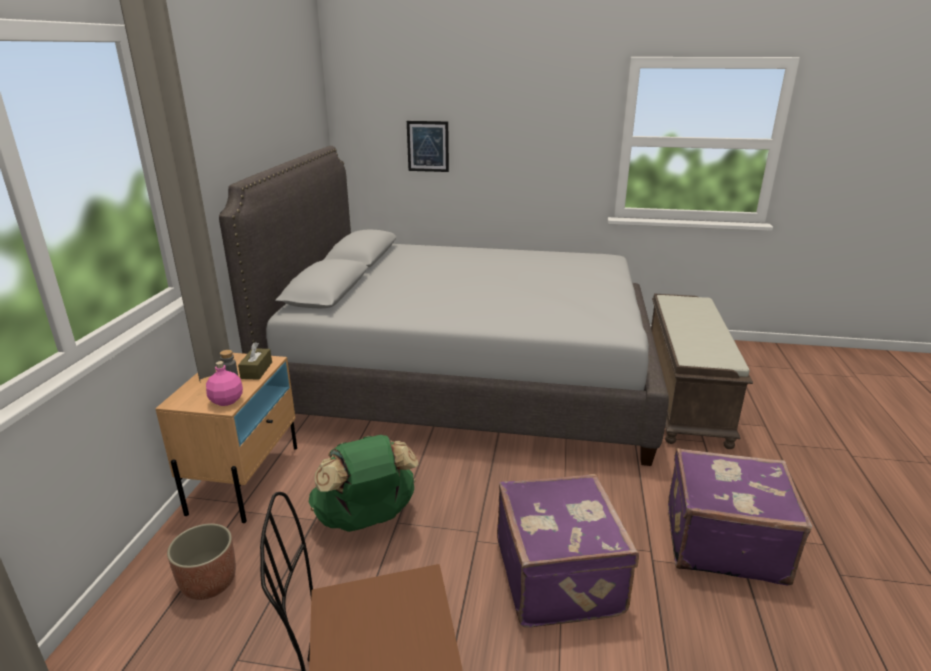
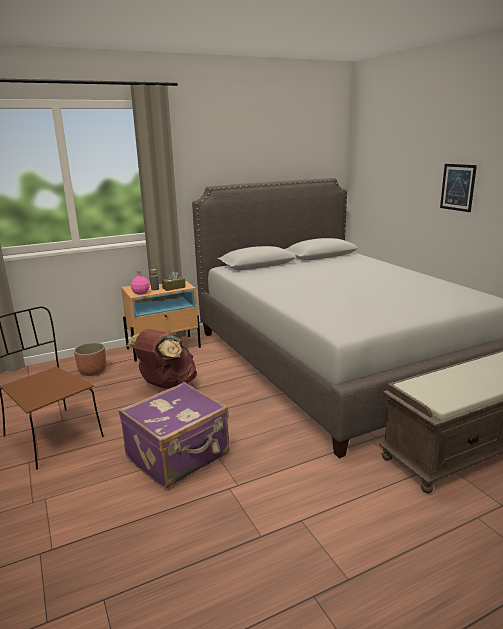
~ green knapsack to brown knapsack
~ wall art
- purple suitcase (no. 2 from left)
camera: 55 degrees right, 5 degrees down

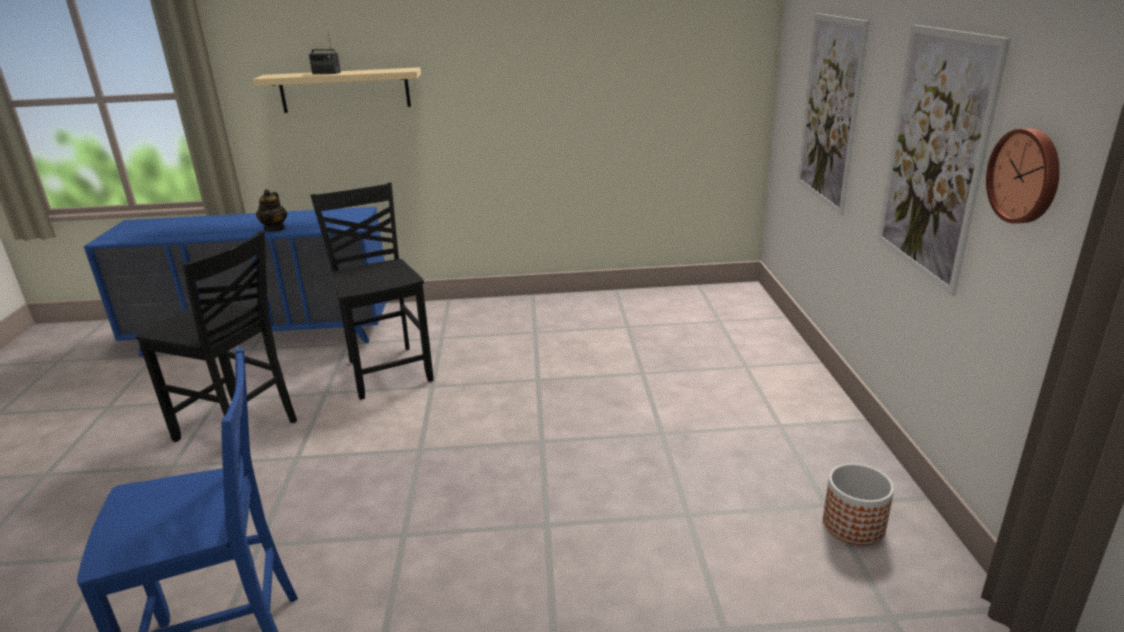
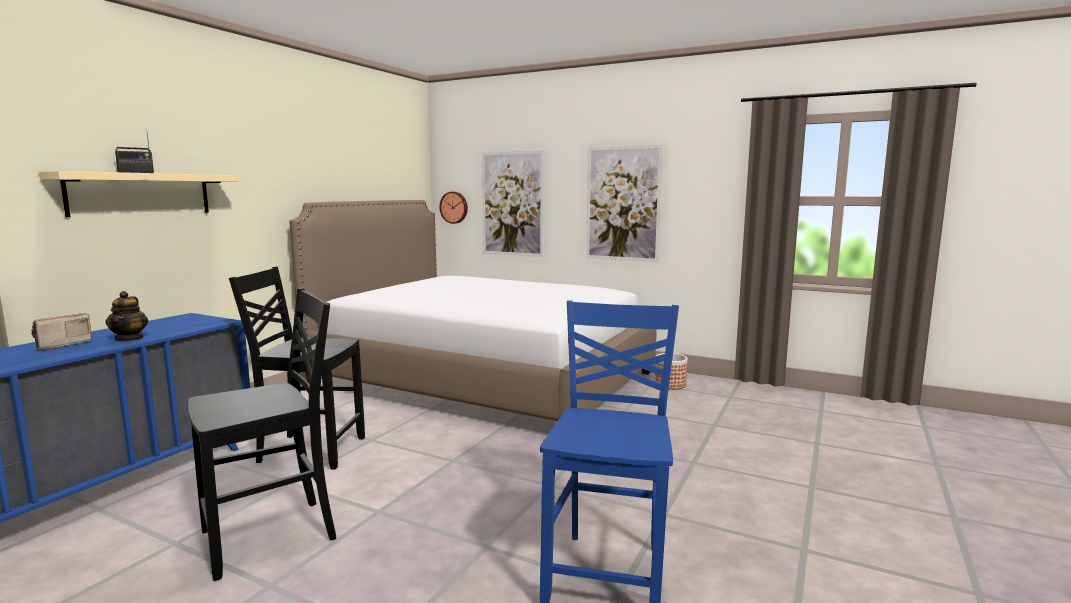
~ tea pot 45 degrees clockwise
~ wall clock
+ radio receiver (no. 1 from left)
+ sleeping bed
camera: 60 degrees left, 15 degrees down

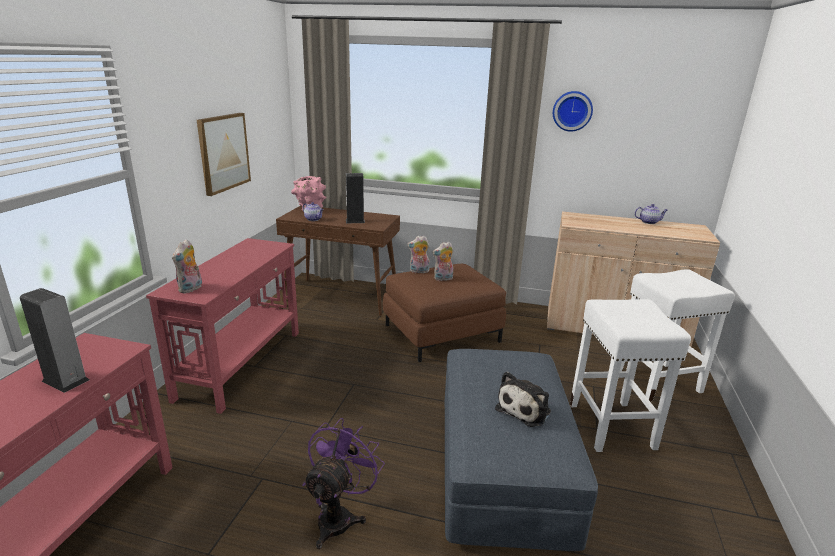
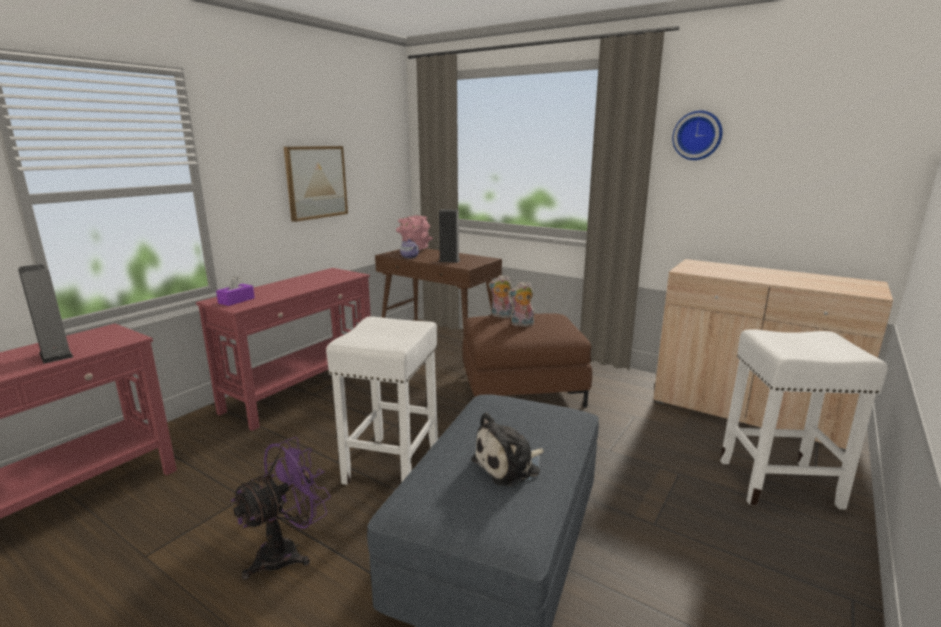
~ plush toy (no. 1 from left) to purple box of tissues
~ whitish stool seat (no. 1 from left)
- tea pot (no. 2 from left)
camera: 20 degrees right, 5 degrees down

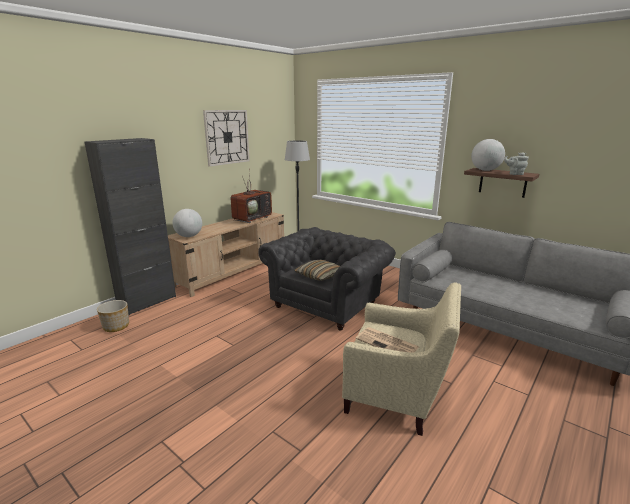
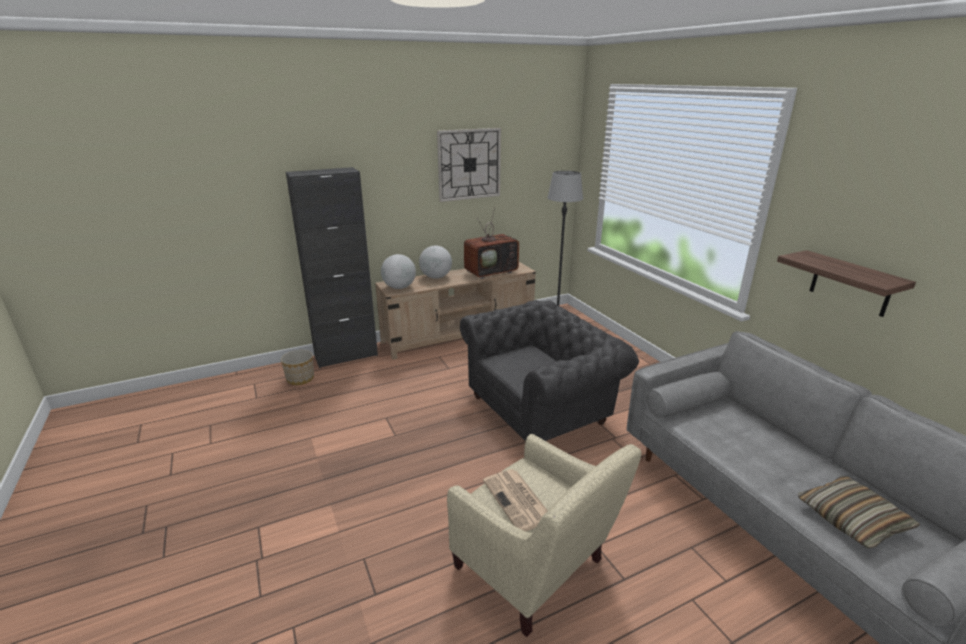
~ pillow
~ desk globe (no. 2 from left)
- gray tea pot
camera: 25 degrees right, 5 degrees up

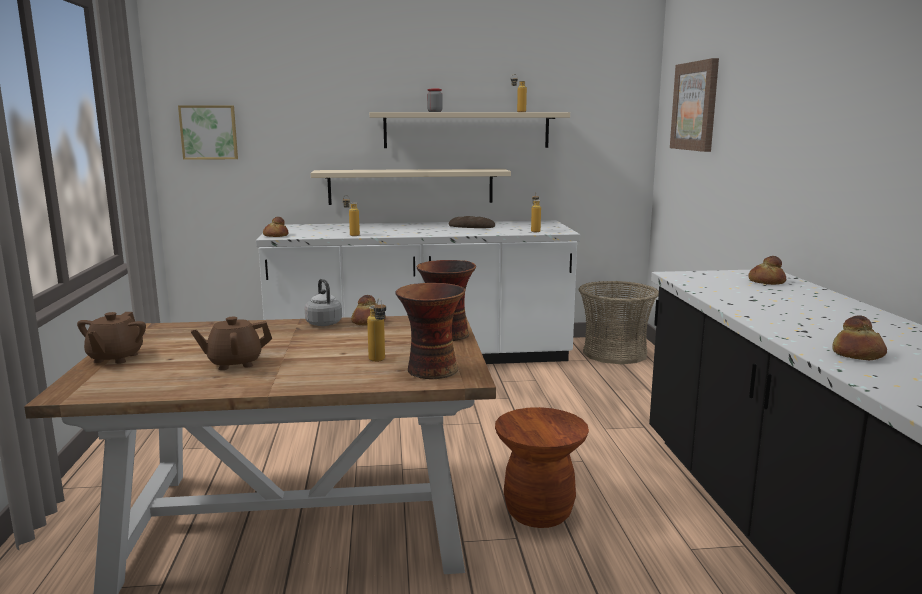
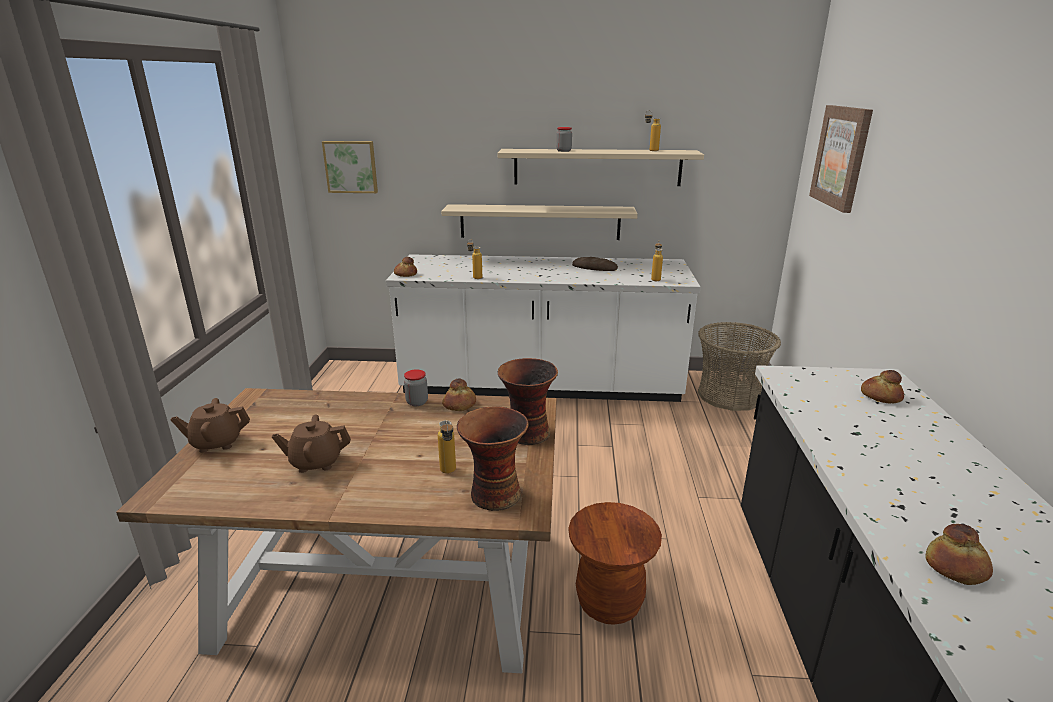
~ brown tea pot (no. 1 from left) 60 degrees clockwise
~ gray water kettle to preserve jar (no. 1 from left)
camera: 10 degrees right, 10 degrees up

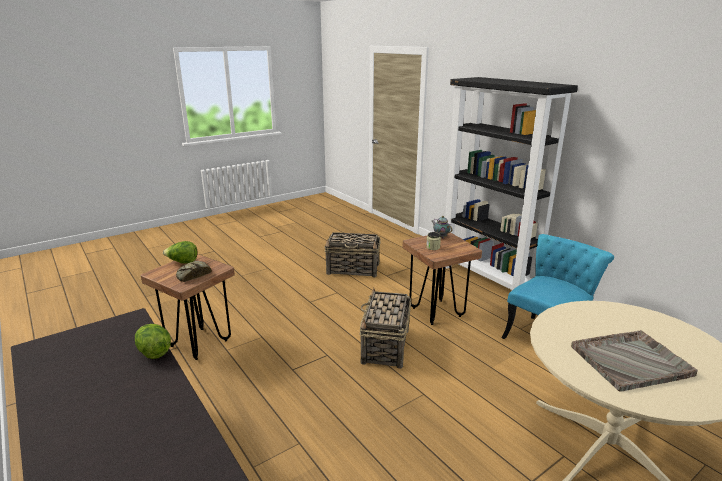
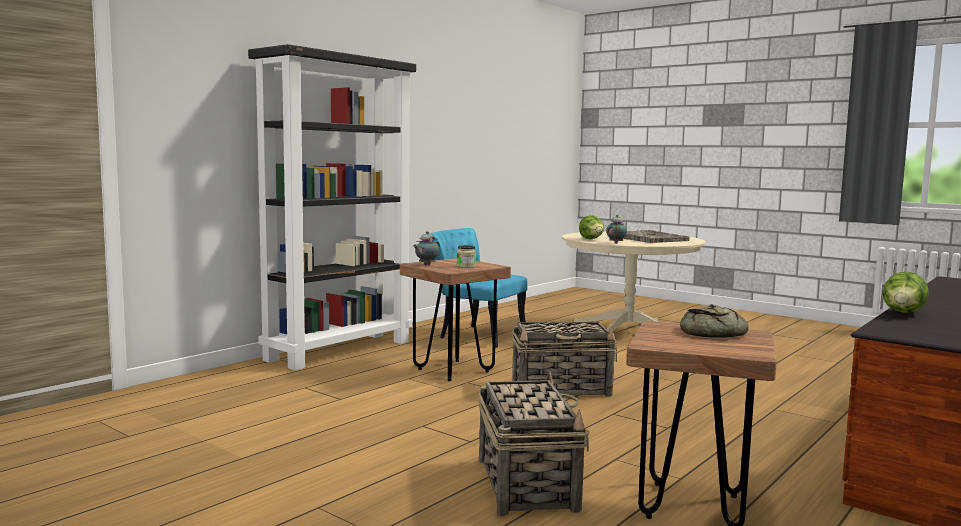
~ lettuce head (no. 2 from left in the first image) to lettuce head (no. 1 from left)
~ household basket (no. 1 from left)
+ tea pot (no. 2 from left)
camera: 105 degrees left, 15 degrees down

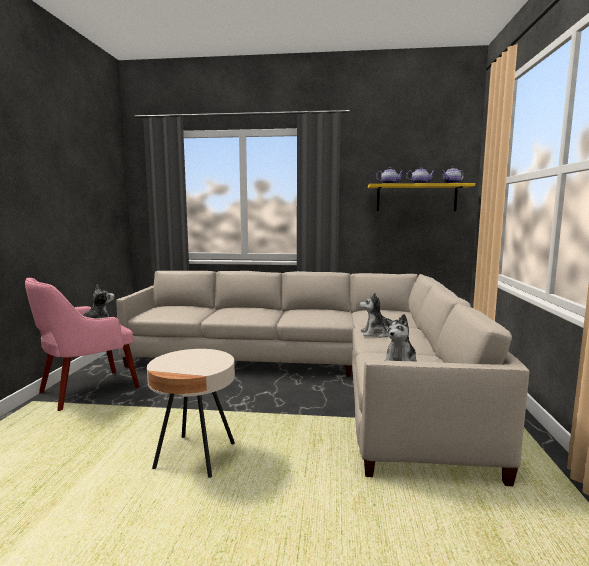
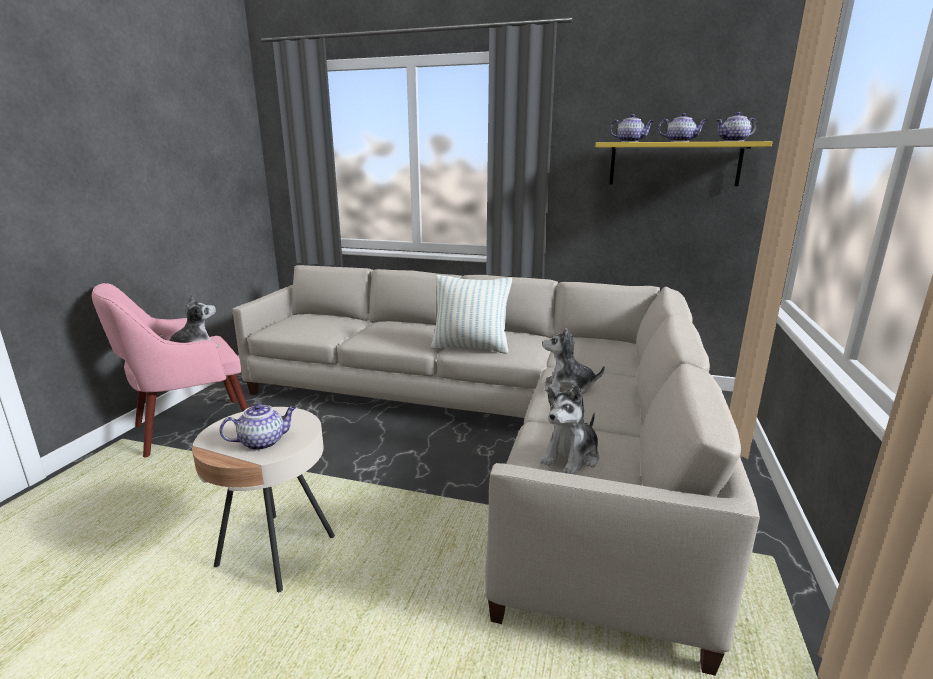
+ tea pot (no. 1 from left)
+ pillow
camera: 10 degrees right, 10 degrees up

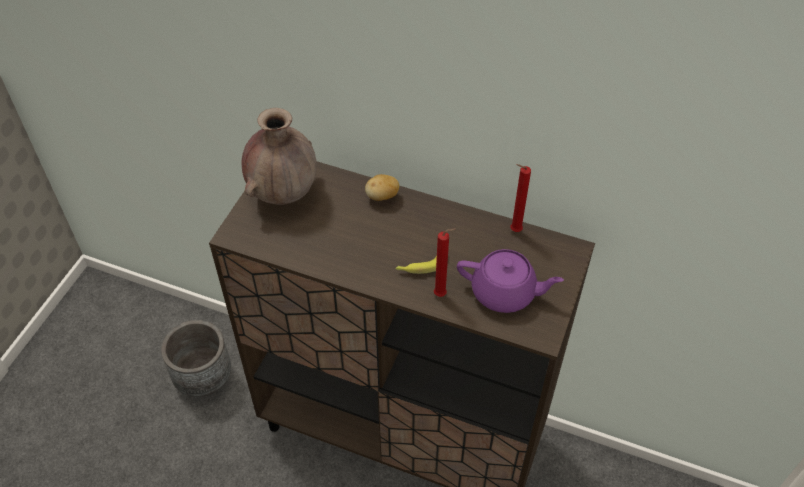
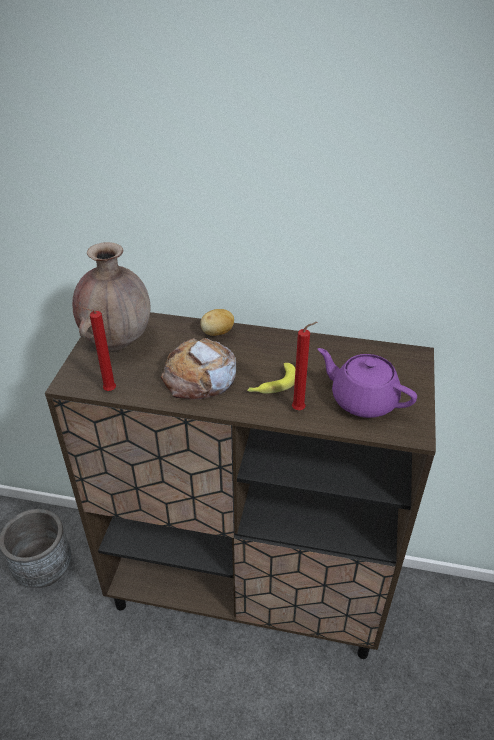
~ purple tea pot 150 degrees counterclockwise
~ red candle (no. 2 from left in the first image) to red candle (no. 1 from left)
+ baked bread
camera: 10 degrees left, 10 degrees down

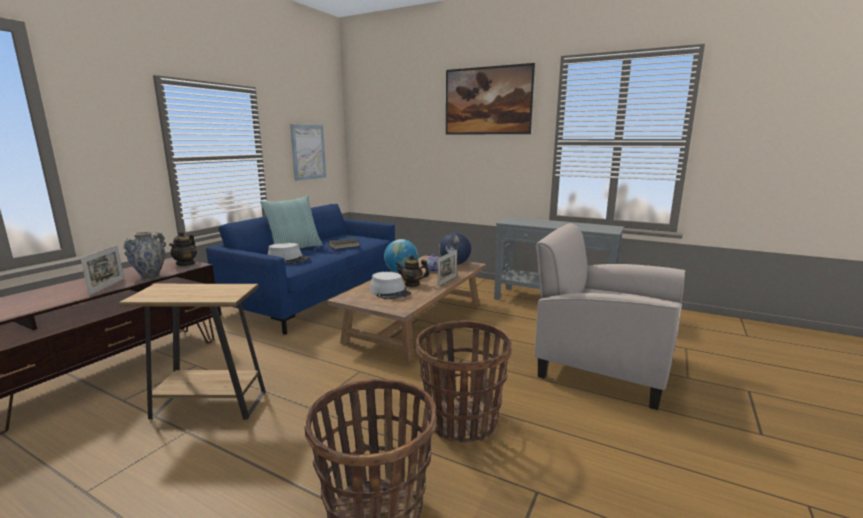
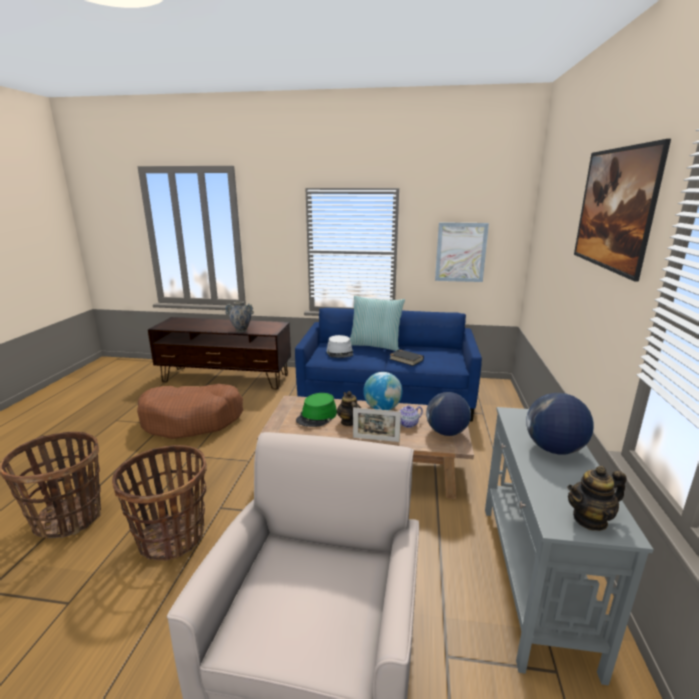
- standing frame (no. 1 from left)
~ brown end table to brown pet bed
~ tea pot (no. 1 from left in the first image) to tea pot (no. 3 from left)
~ gray hat (no. 2 from left) to green hat
+ desk globe (no. 3 from left)
camera: 70 degrees right, 5 degrees up

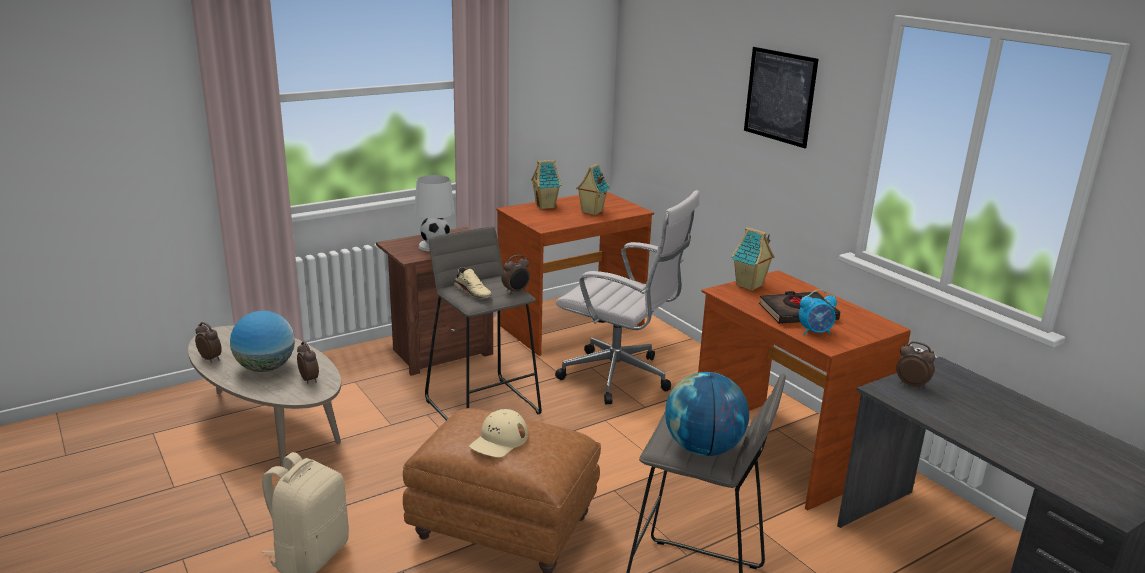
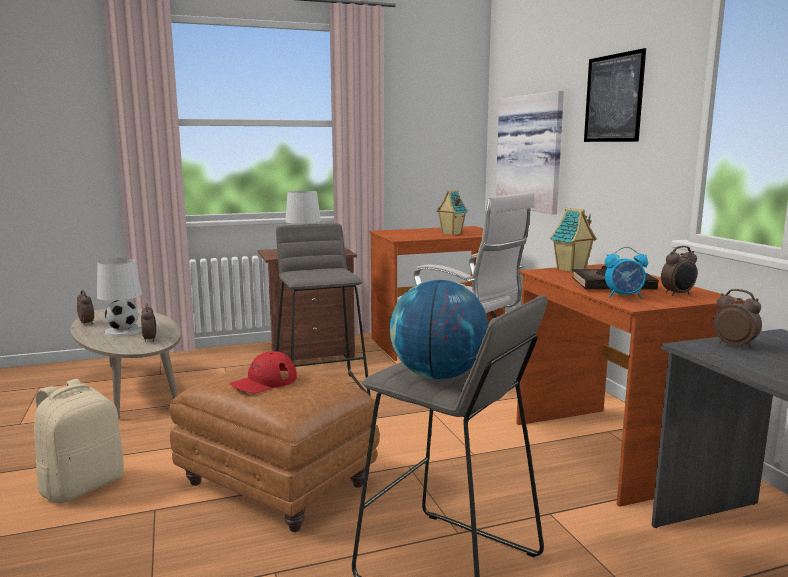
~ desk globe (no. 1 from left) to whitish tabletop lamp (no. 1 from left)
- beige-coloured low shoe
~ beige-coloured cap to red cap
~ bedside clock (no. 3 from left in the first image) to bedside clock (no. 4 from left)
- toy house (no. 1 from left)
+ wall art (no. 1 from left)
camera: 15 degrees right, 10 degrees down

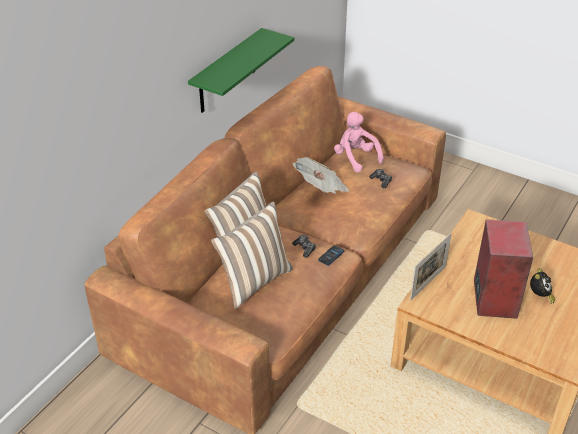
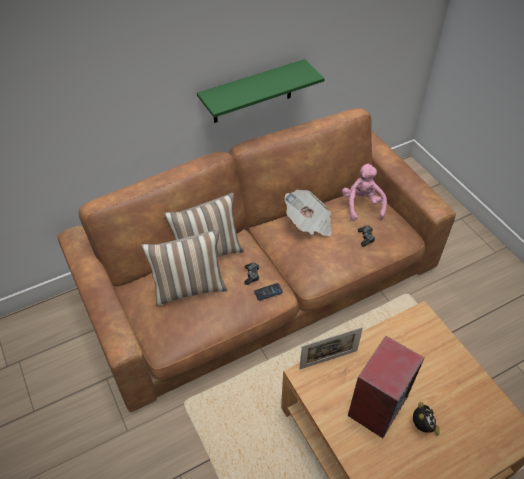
~ bedside clock 45 degrees counterclockwise
camera: 30 degrees right, 10 degrees up

